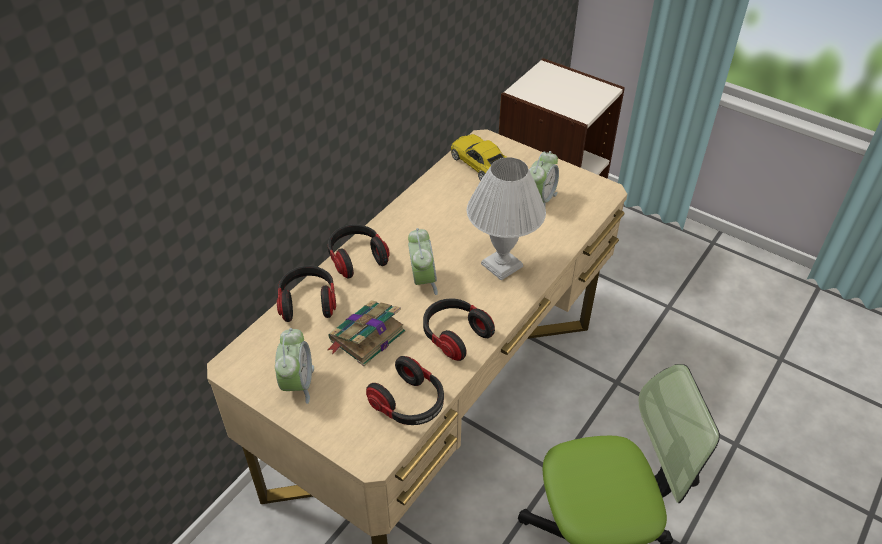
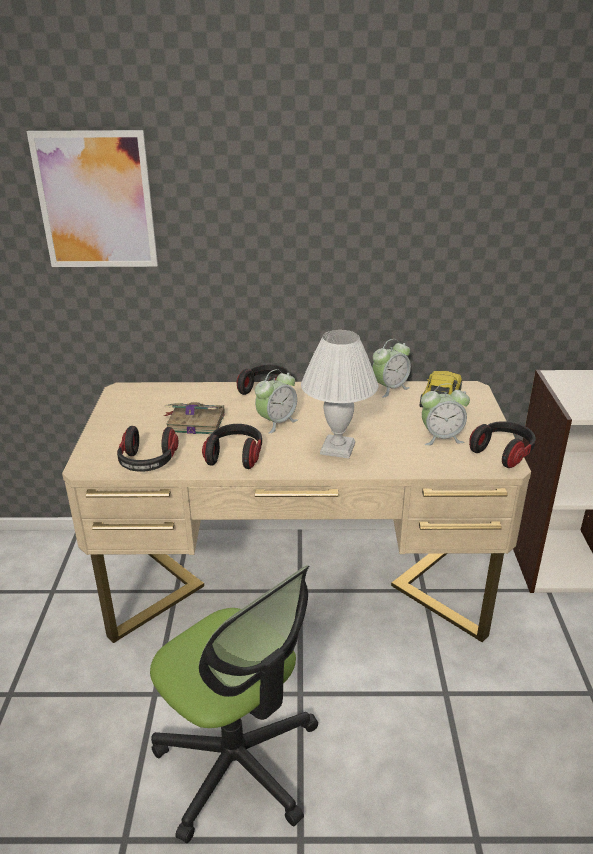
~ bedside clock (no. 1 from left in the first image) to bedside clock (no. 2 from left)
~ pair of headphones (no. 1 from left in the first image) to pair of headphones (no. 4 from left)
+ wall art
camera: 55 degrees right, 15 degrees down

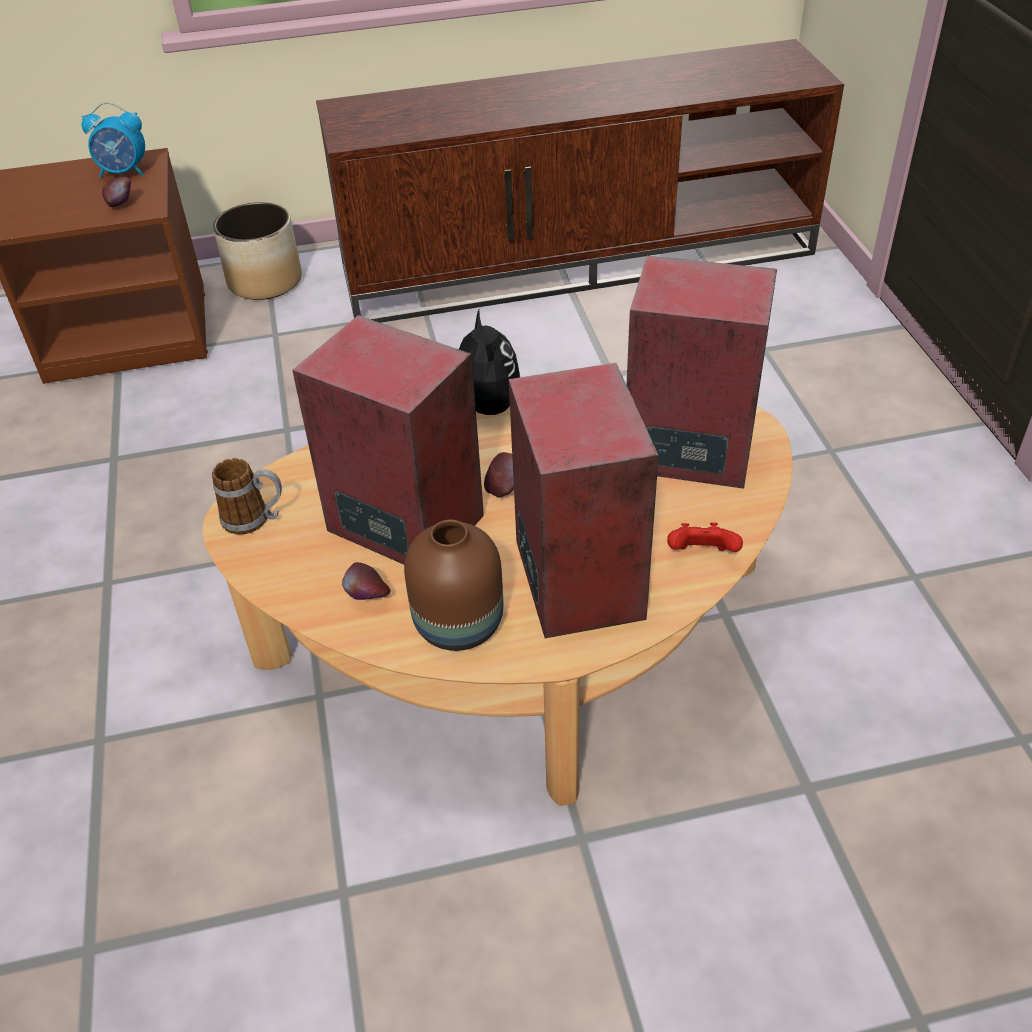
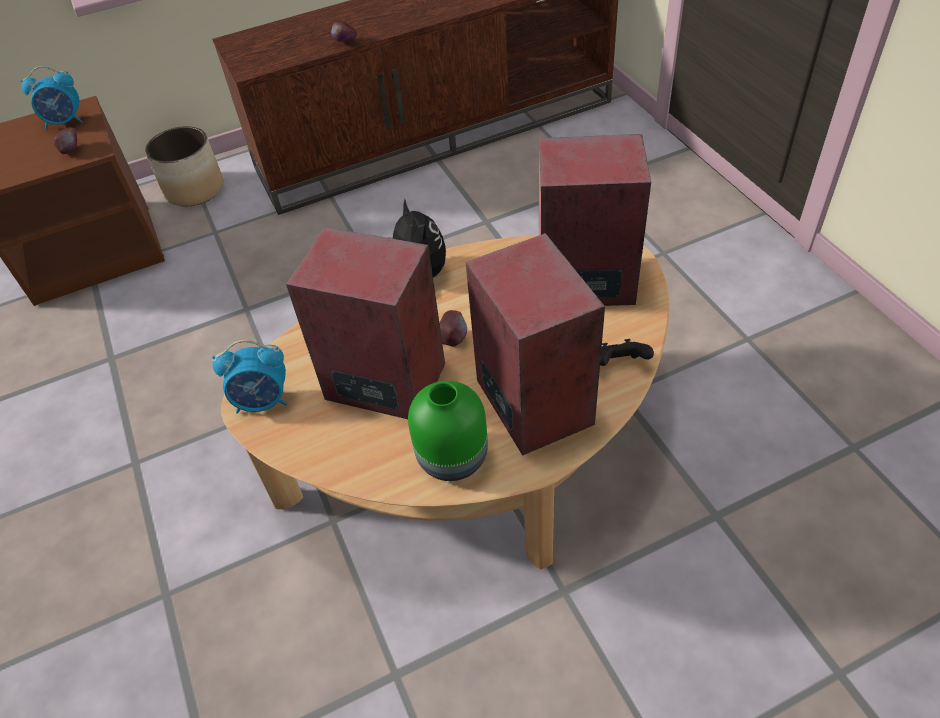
~ tea mug to bedside clock (no. 2 from left)
~ apple (no. 2 from left)
~ brown flower vase to green flower vase
~ red joypad to black-coloured joypad
camera: 10 degrees left, 5 degrees up

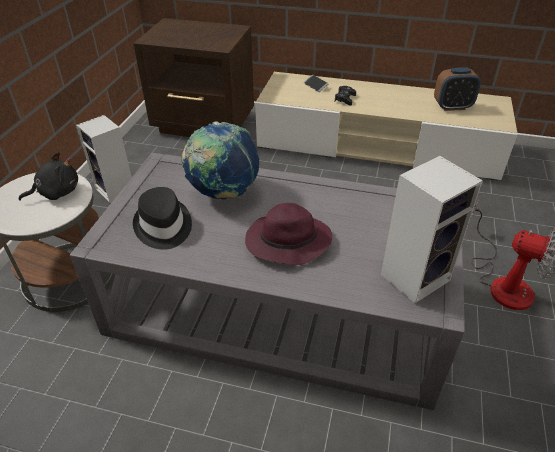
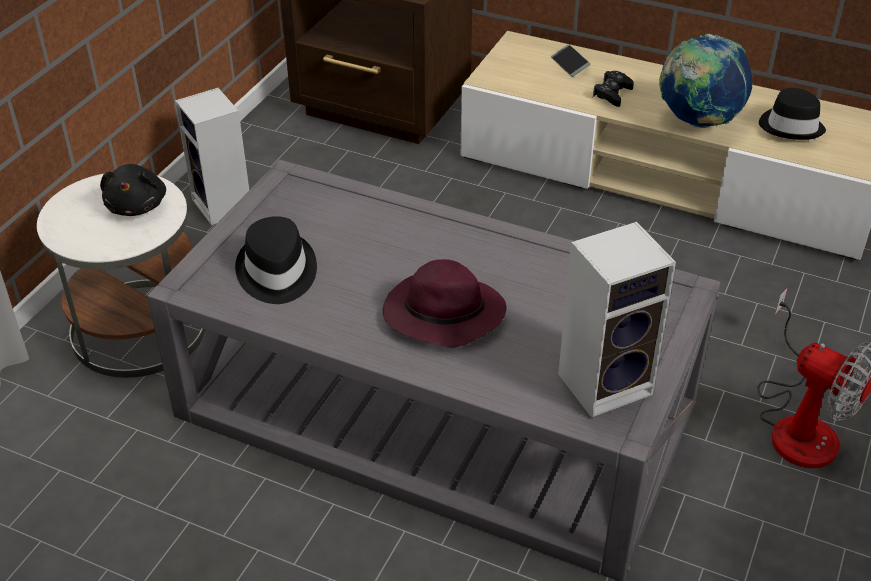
~ black-coloured plush toy 105 degrees clockwise
~ desk globe
~ bedside clock to black-coloured hat (no. 2 from left)
camera: 10 degrees right, 0 degrees up

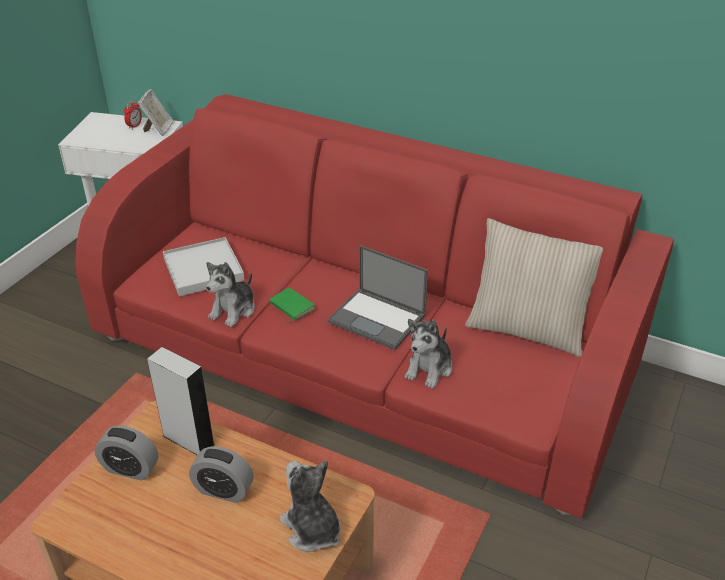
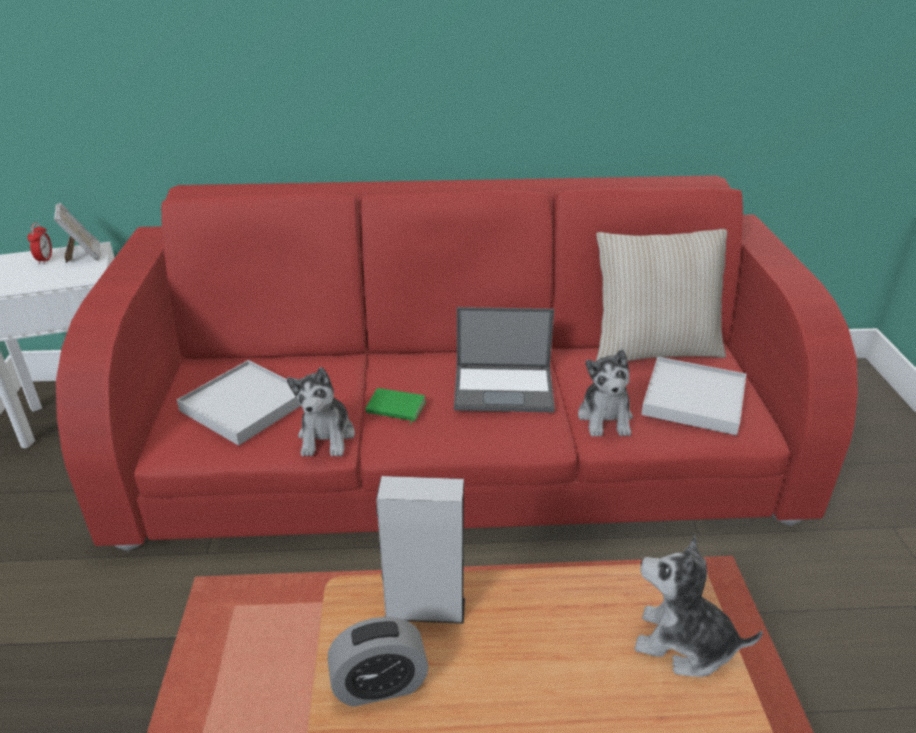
- bedside clock (no. 3 from left)
+ whitish carrying tray (no. 2 from left)
camera: 30 degrees left, 5 degrees down

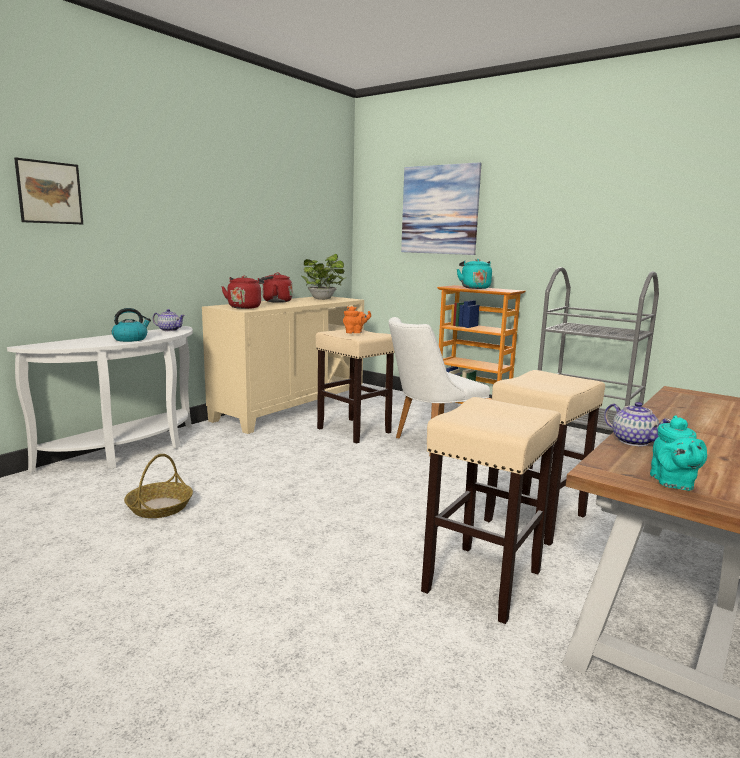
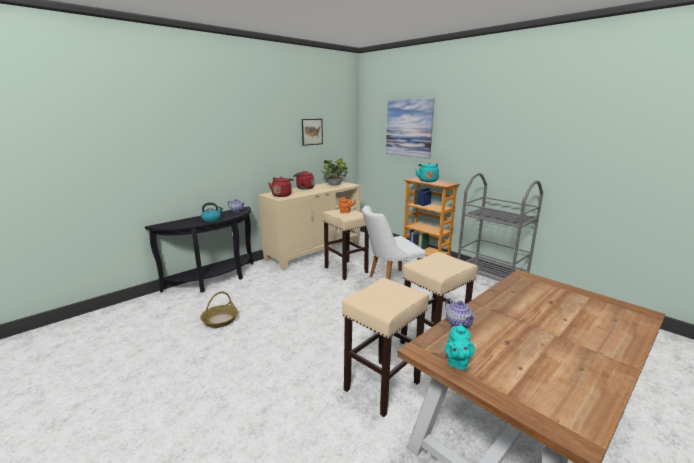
~ whitish hall table to black-coloured hall table
~ wall art (no. 1 from left)
camera: 10 degrees right, 5 degrees up

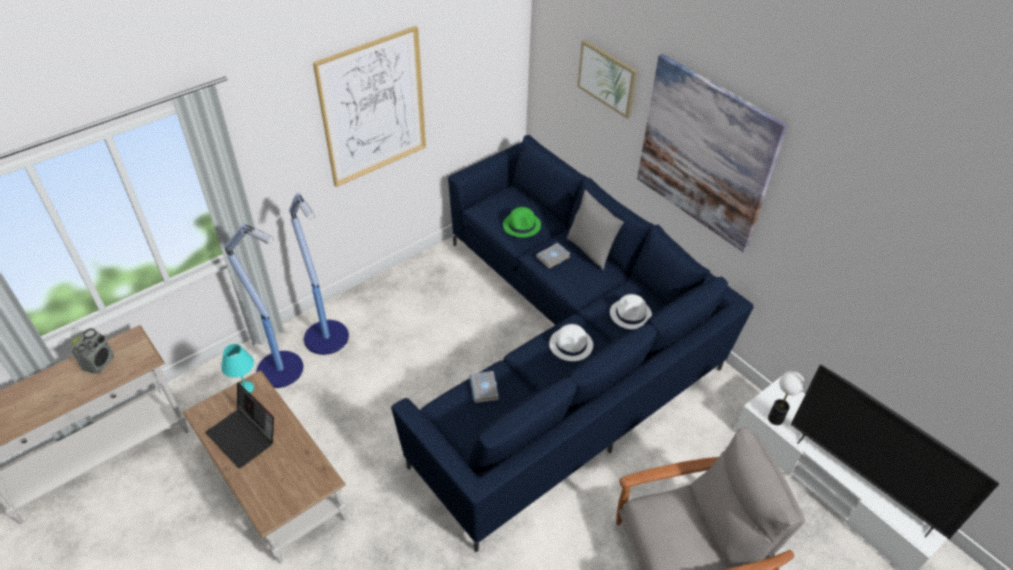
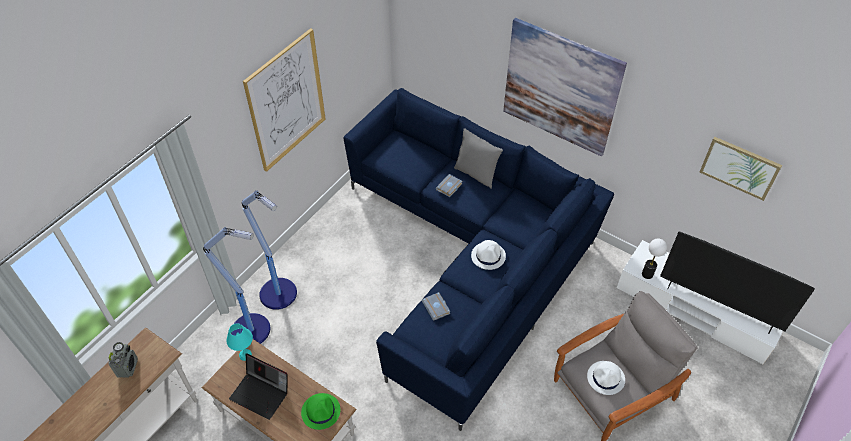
~ green hat
~ wall art (no. 2 from left in the first image) to wall art (no. 3 from left)
~ whitish hat (no. 2 from left)
camera: 15 degrees left, 5 degrees up

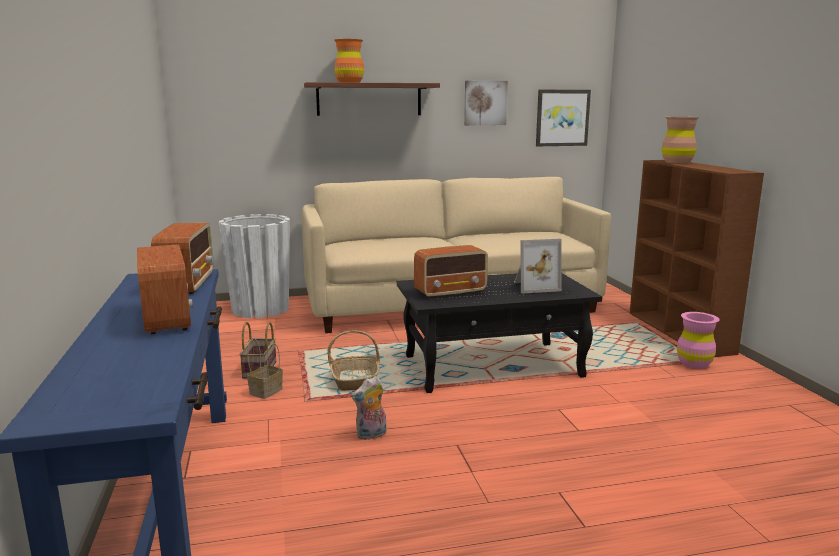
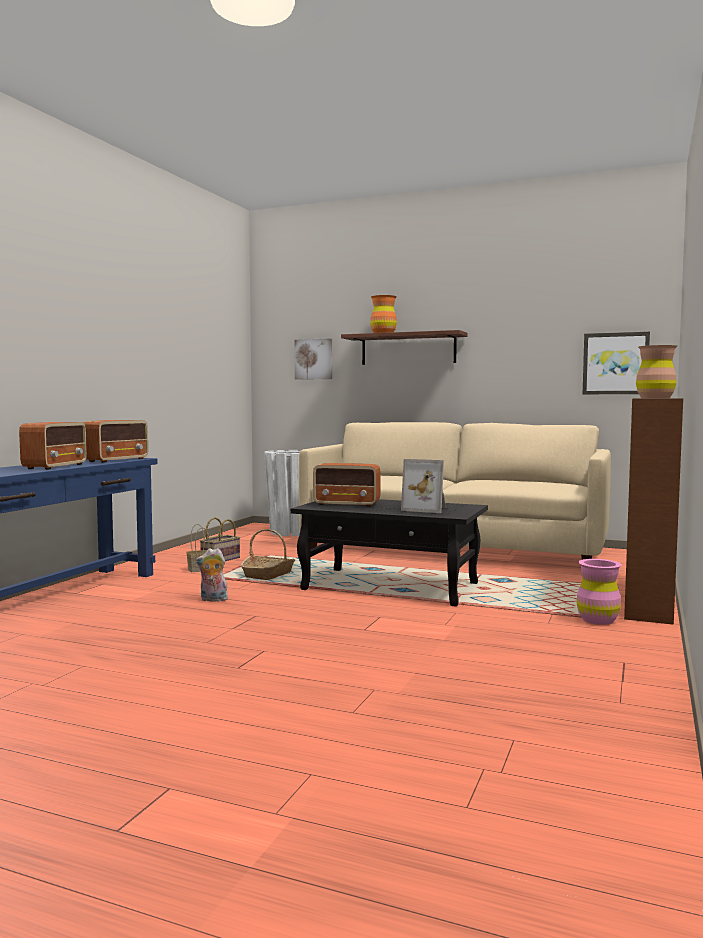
~ wall art (no. 1 from left)
camera: 35 degrees right, 10 degrees down

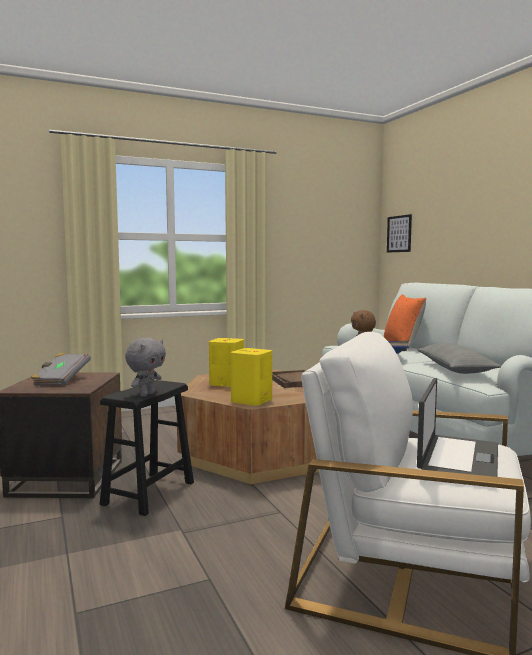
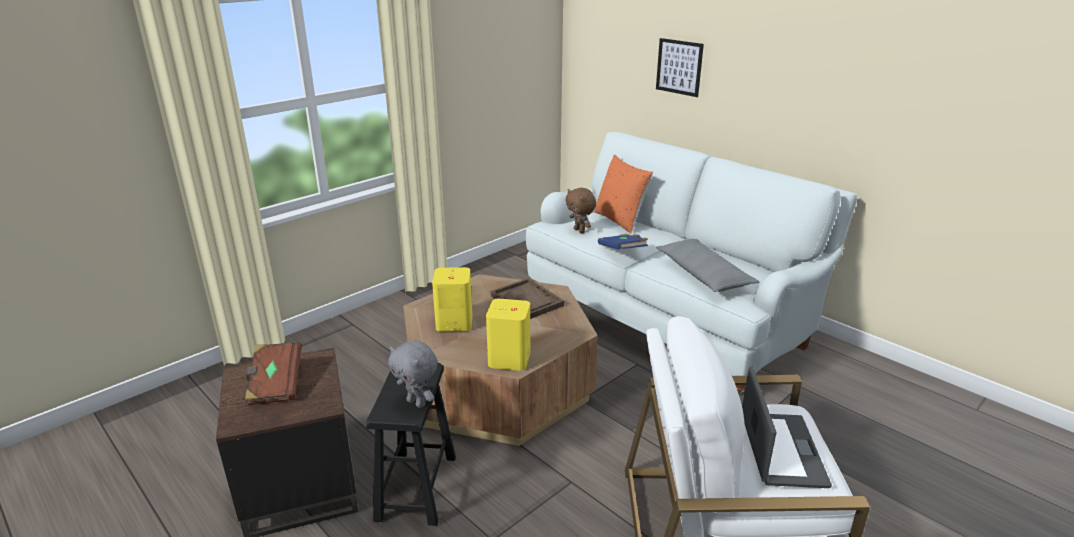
~ gray bound book to brown bound book
~ gray plush toy 120 degrees clockwise
~ wall art
camera: 20 degrees left, 20 degrees up

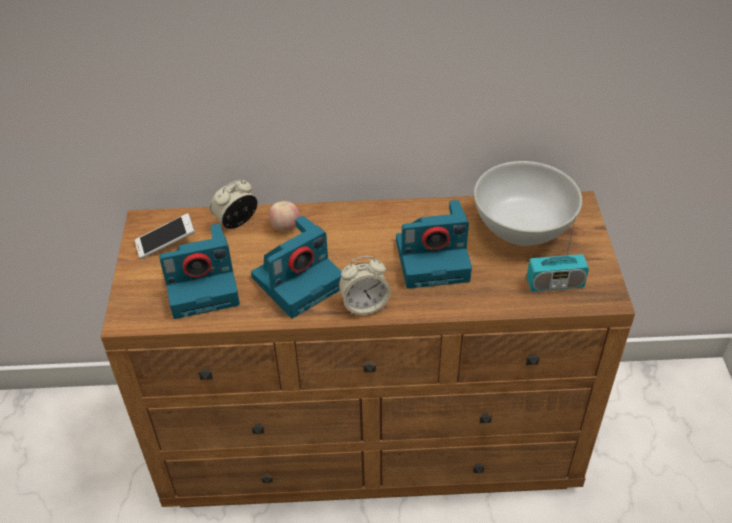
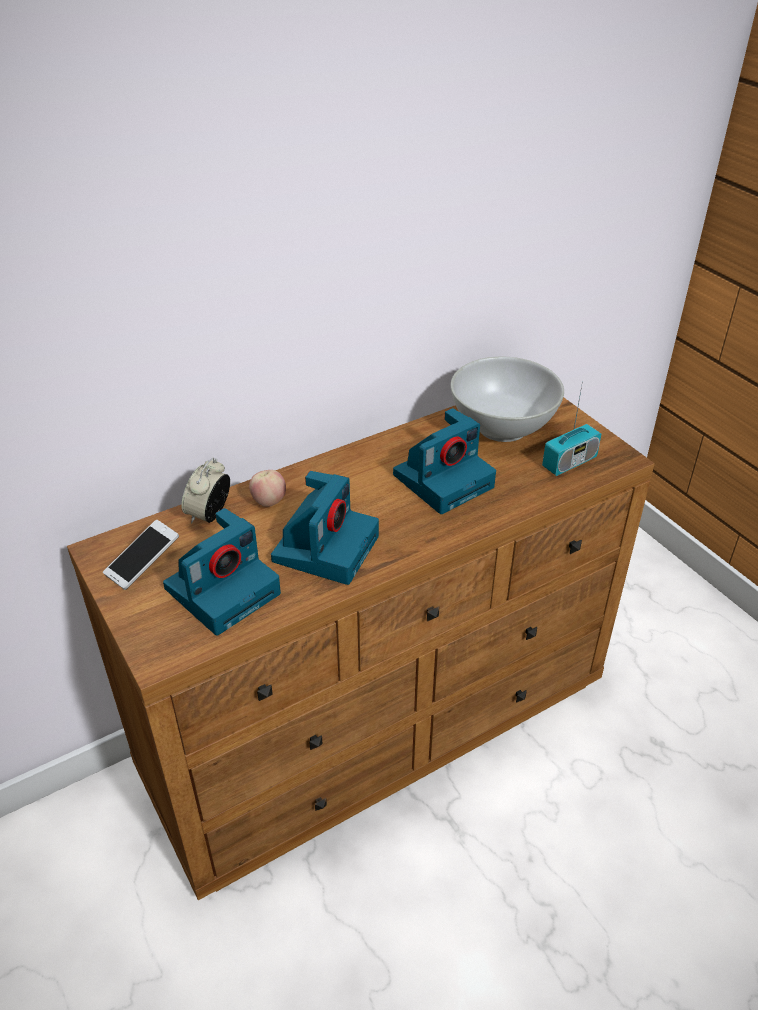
- bedside clock (no. 2 from left)
camera: 30 degrees left, 5 degrees down

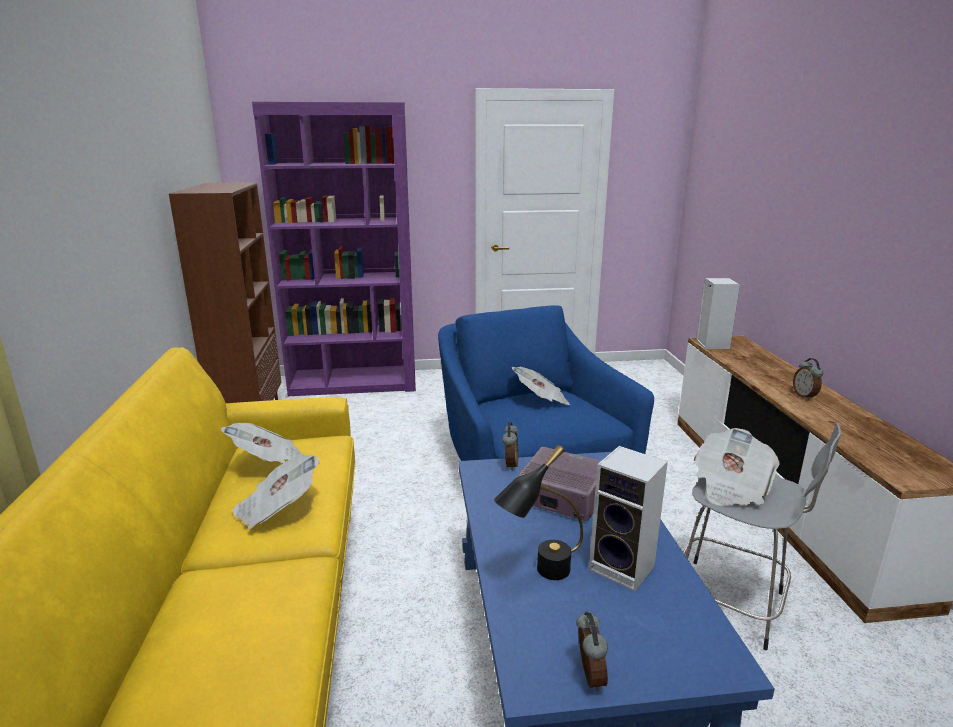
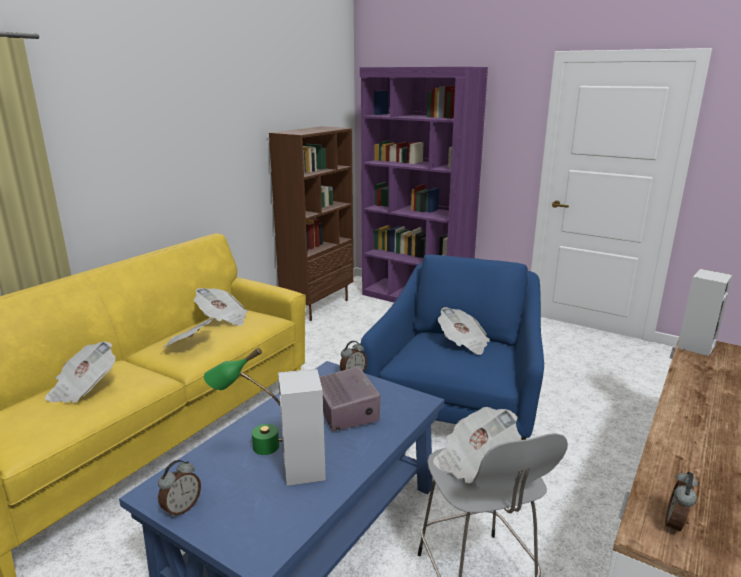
~ black-coloured tabletop lamp to green tabletop lamp
~ bedside clock (no. 3 from left)
+ daily paper (no. 1 from left)
camera: 40 degrees right, 0 degrees up

